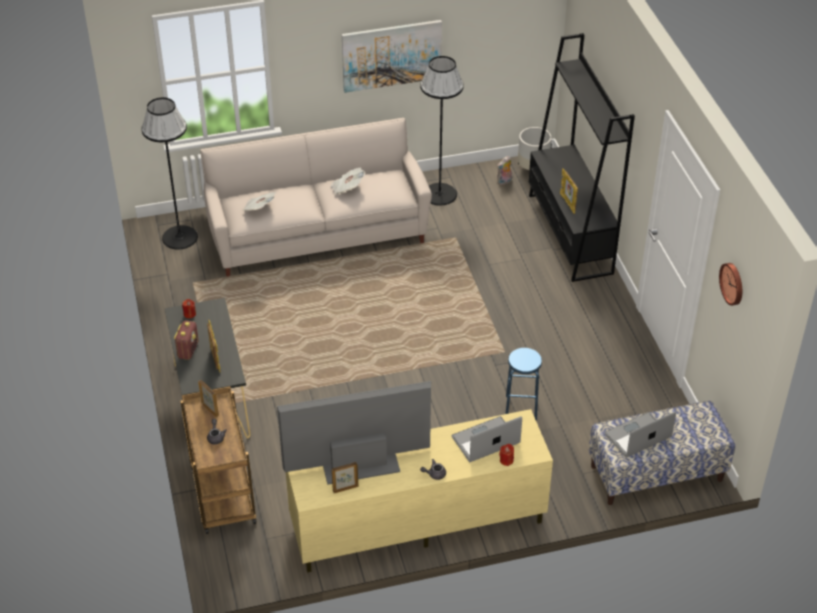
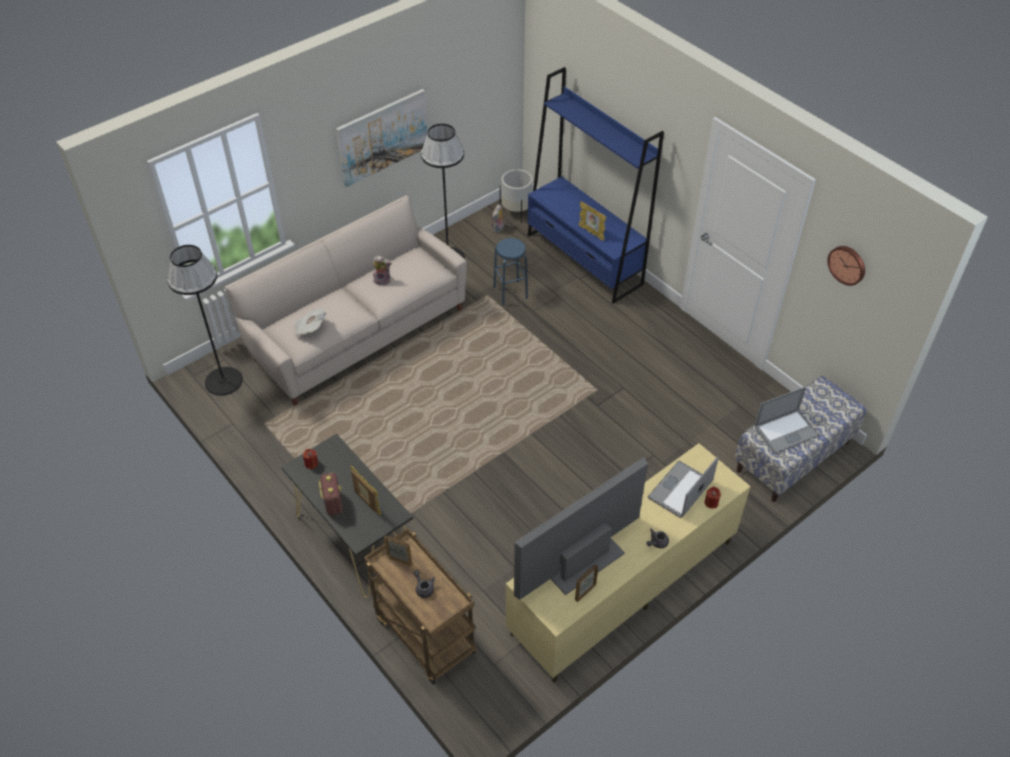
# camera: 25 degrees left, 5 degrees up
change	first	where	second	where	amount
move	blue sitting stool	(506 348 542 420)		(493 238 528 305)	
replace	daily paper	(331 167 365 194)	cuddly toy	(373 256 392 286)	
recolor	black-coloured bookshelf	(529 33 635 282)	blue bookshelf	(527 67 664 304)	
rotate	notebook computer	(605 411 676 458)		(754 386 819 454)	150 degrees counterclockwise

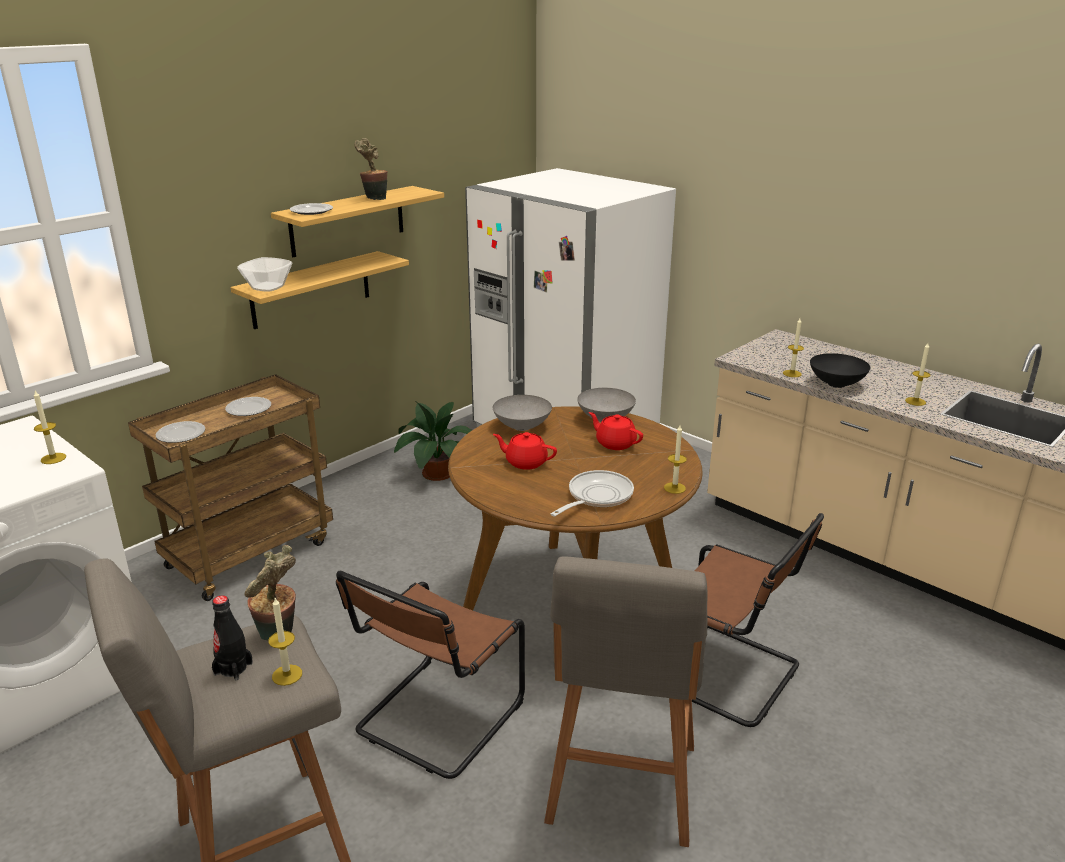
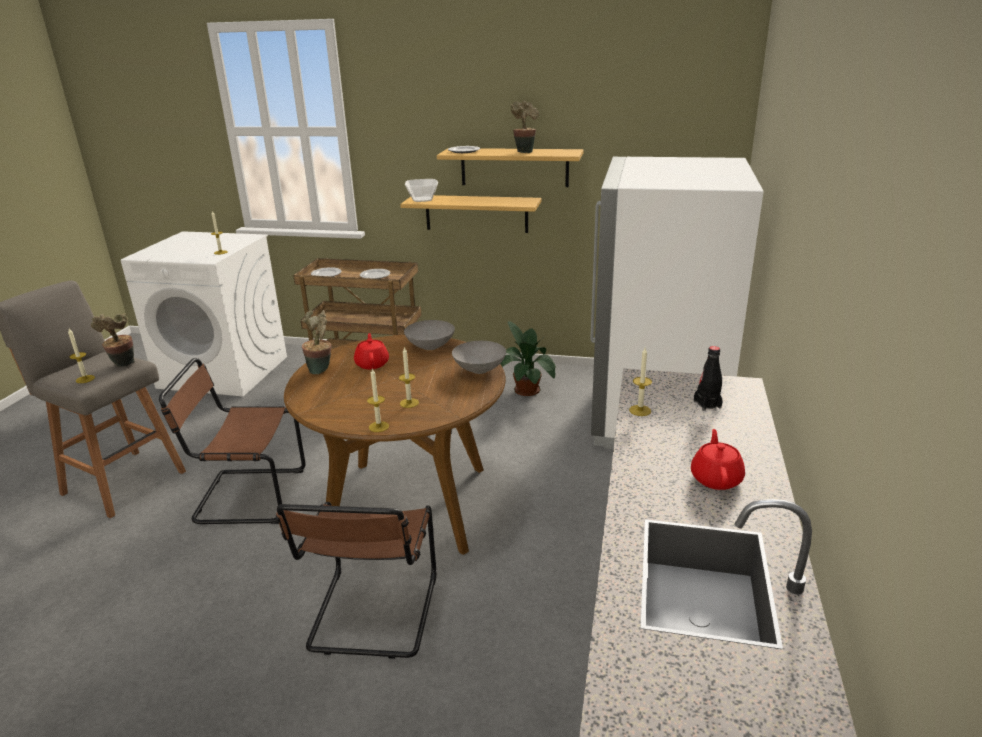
# camera: 60 degrees right, 0 degrees up
change	first	where	second	where	amount
delete	gray sitting stool	(544 556 708 847)			
delete	pan	(551 470 634 517)			
delete	black-coloured serving bowl	(810 353 870 388)			
insert			plant in a pot	(302 310 331 374)	
move	black-coloured beverage bottle	(212 595 253 681)		(694 346 723 411)	
move	reddish tea pot	(589 412 643 450)		(691 429 745 490)	
move	wax candle	(905 343 930 406)		(399 347 419 408)	

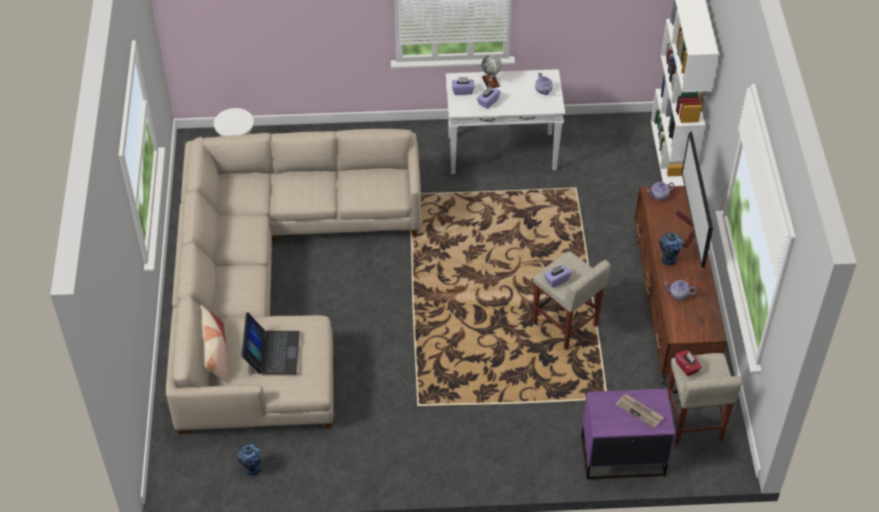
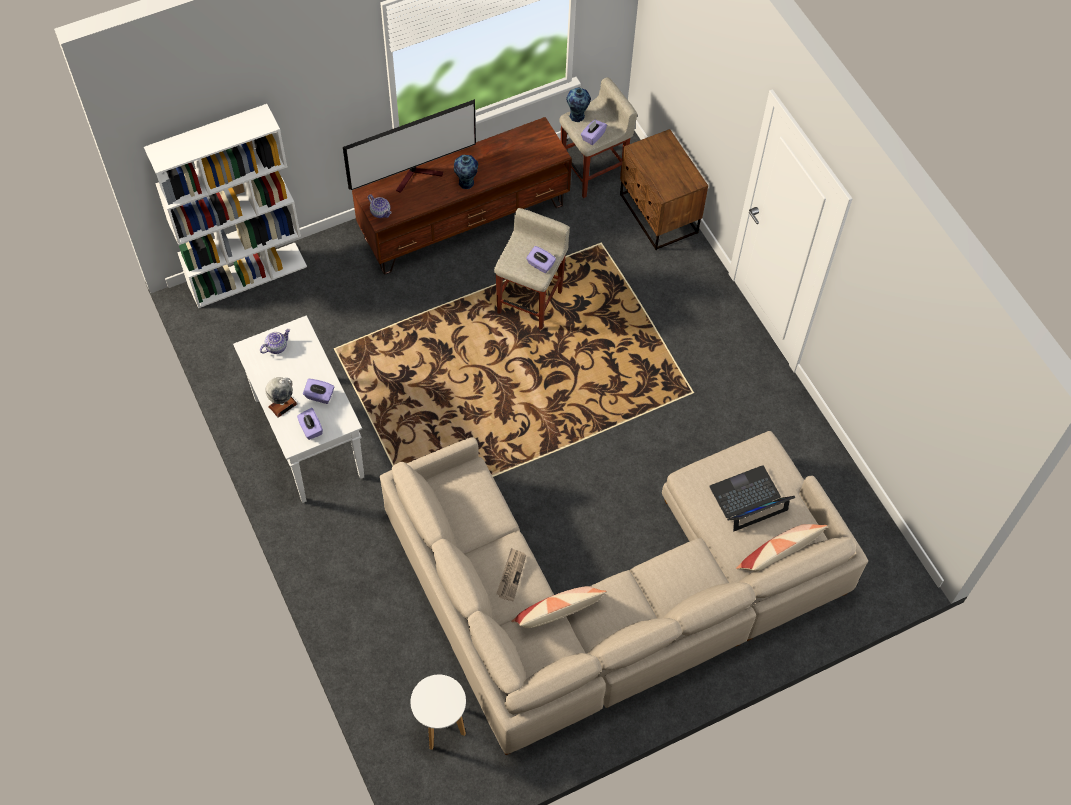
# camera: 115 degrees left, 10 degrees up
change	first	where	second	where	amount
delete	tea pot	(665 280 697 300)			
insert			throw pillow	(511 586 607 628)	
move	decorative vase	(237 444 261 476)		(566 87 591 122)	
move	daily paper	(615 394 664 428)		(496 548 526 601)	
recolor	purple-coloured night table	(581 389 675 480)	brown night table	(620 129 708 250)	
recolor	reddish tissue box	(675 350 702 377)	purple-coloured tissue box	(581 120 607 145)	

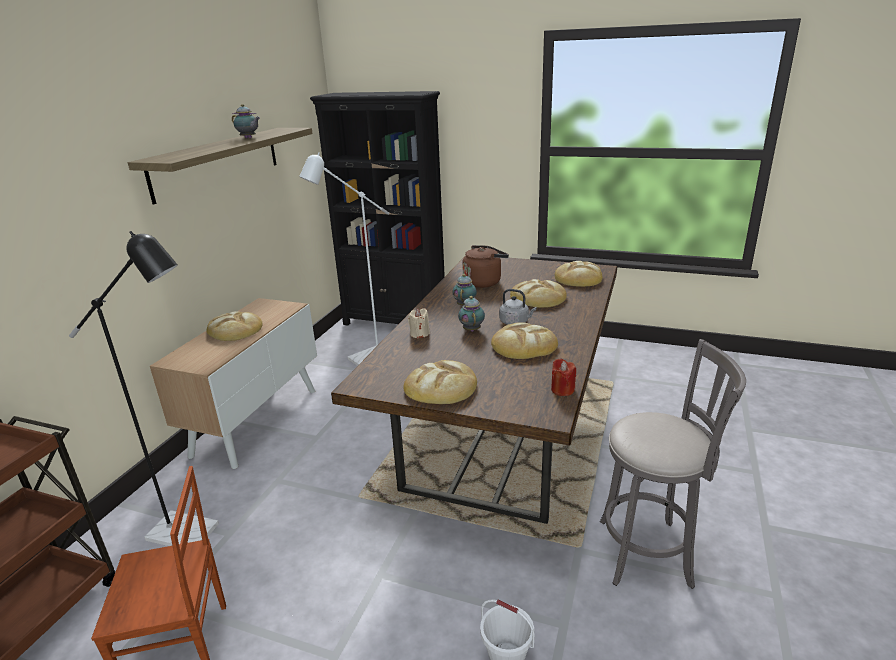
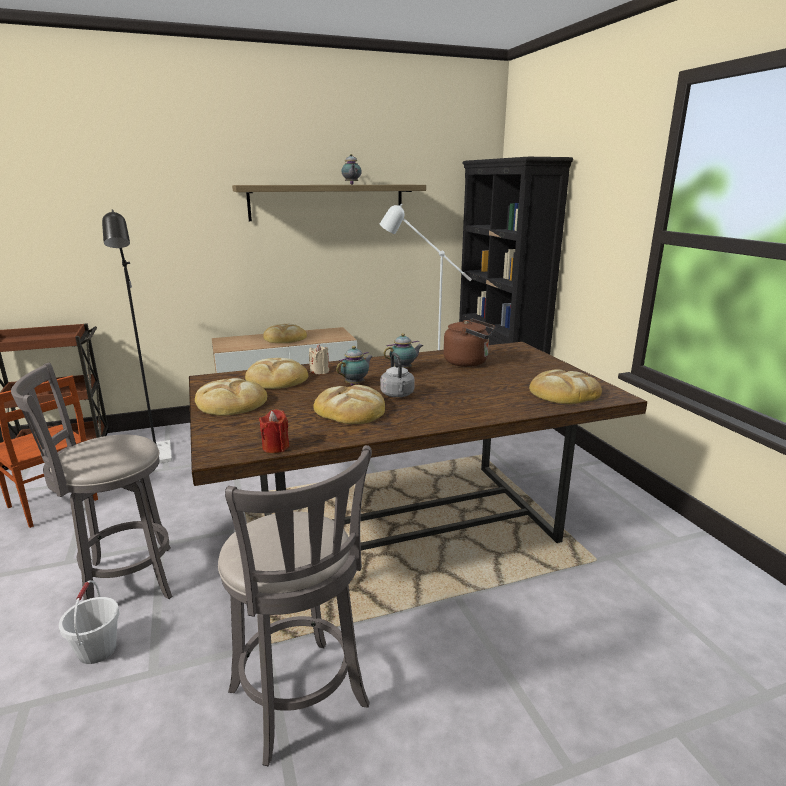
# camera: 50 degrees right, 5 degrees down
change	first	where	second	where	amount
insert			gray sitting stool	(11 363 172 600)	
move	baked bread	(510 279 567 308)		(245 358 308 389)	

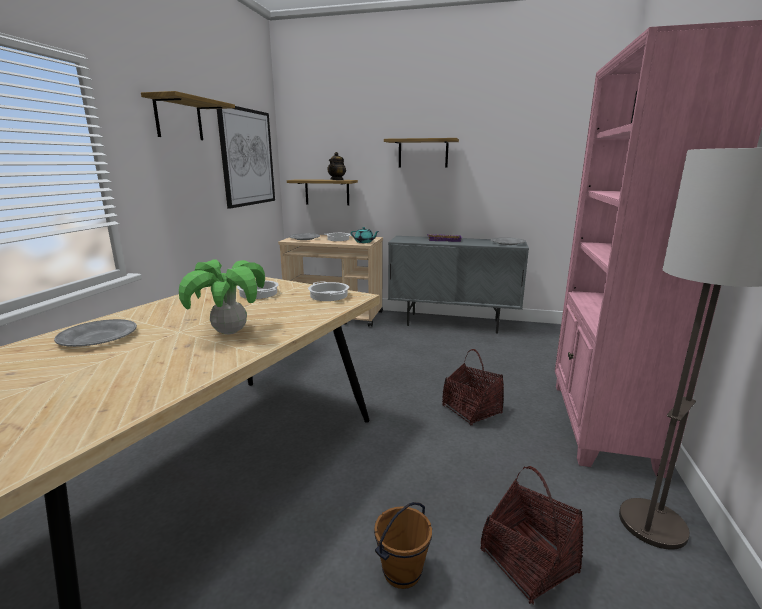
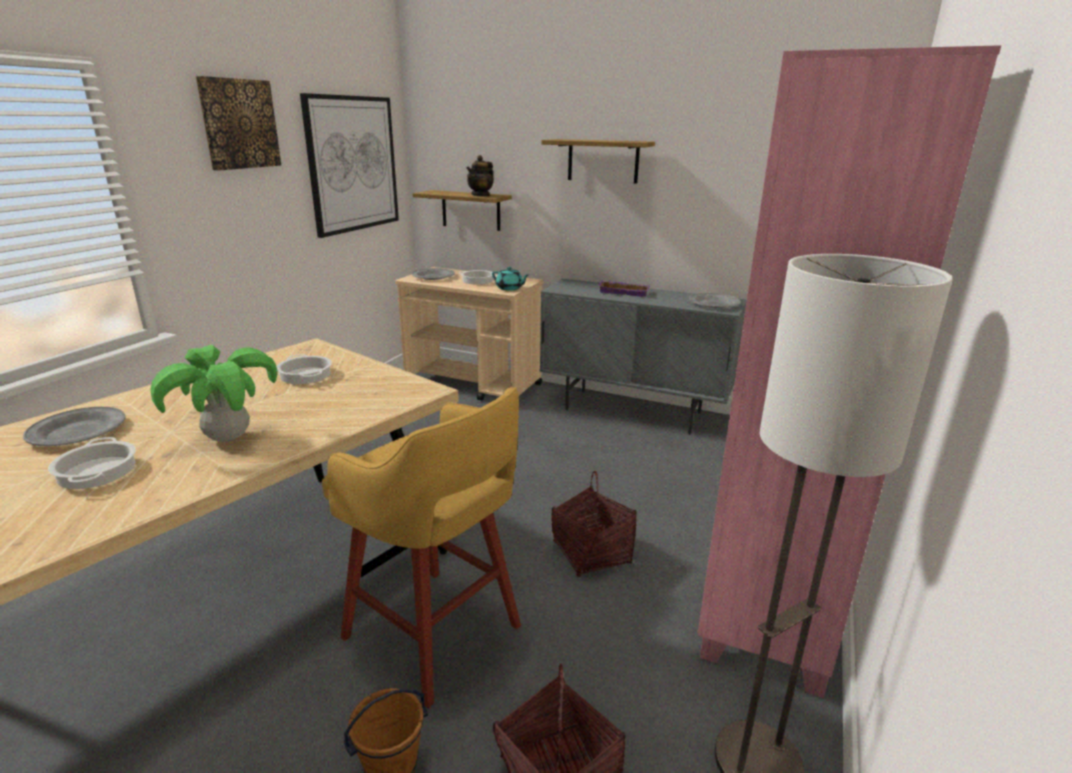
# camera: 10 degrees right, 5 degrees up
change	first	where	second	where	amount
insert			yellow-coloured sitting stool	(322 387 521 708)	
move	stockpot	(308 281 349 301)		(48 437 136 489)	
replace	wall shelf	(141 91 235 140)	wall art	(196 76 281 171)	

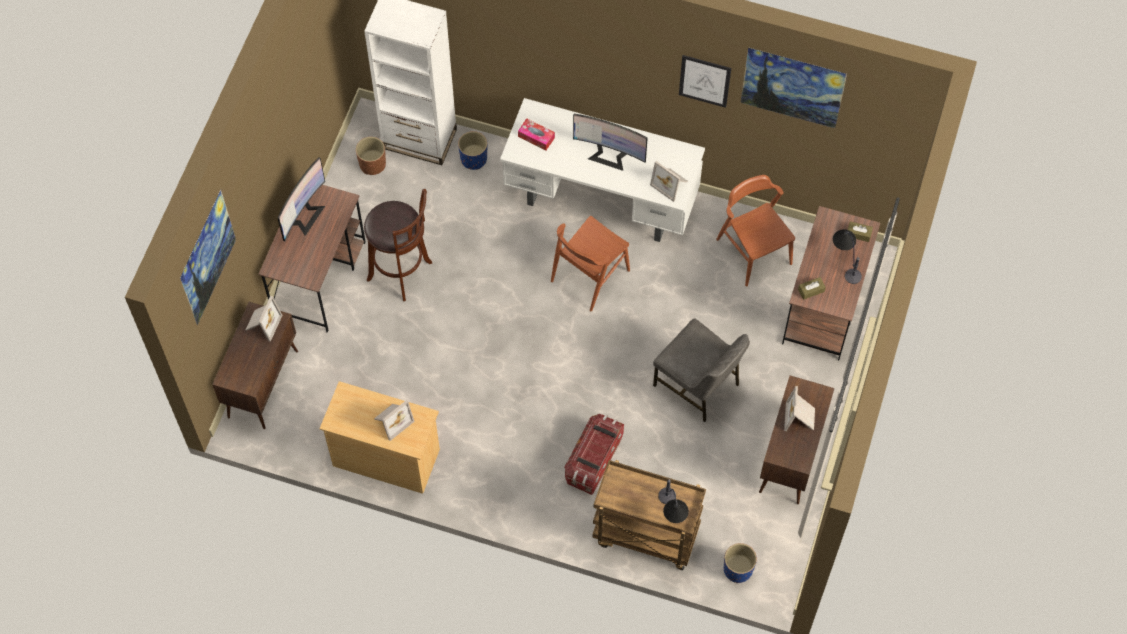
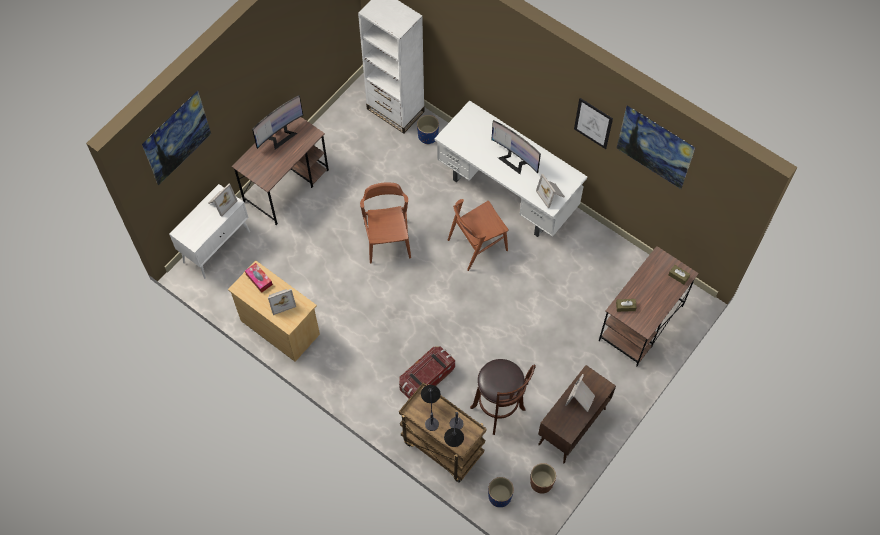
# camera: 20 degrees right, 0 degrees up
change	first	where	second	where	amount
delete	gray chair	(653 318 750 422)			
move	brown flower pot	(356 137 386 175)		(530 463 556 494)	
move	brown sitting stool	(364 189 432 301)		(470 359 536 435)	
move	tissue box	(518 118 555 150)		(245 263 273 293)	
move	brown chair	(716 175 795 286)		(360 183 411 263)	
move	table lamp	(833 229 862 284)		(421 385 440 431)	
recolor	brown cabinet	(212 302 298 429)	whitish cabinet	(169 184 250 279)	

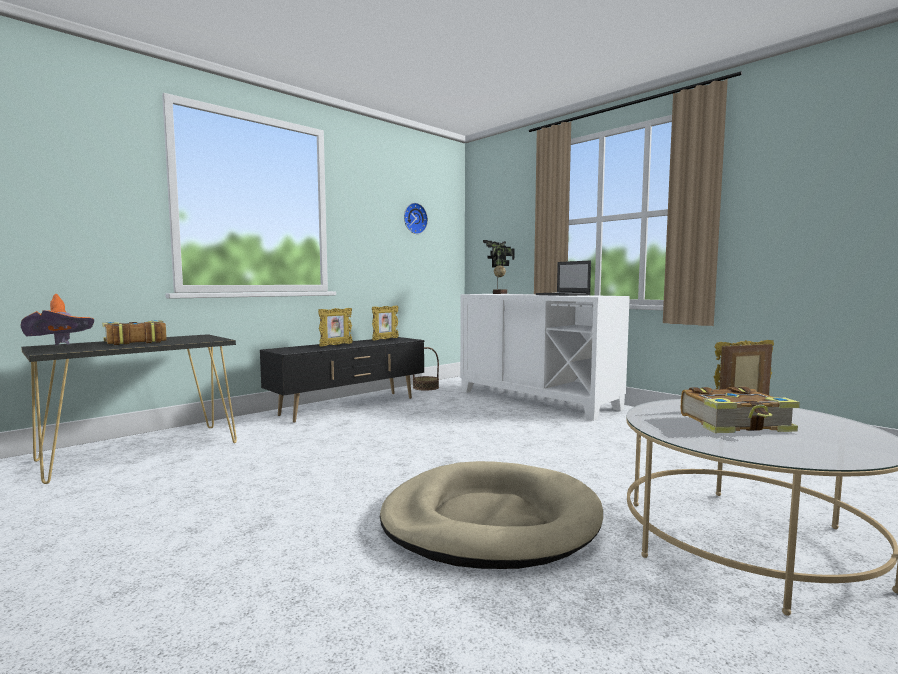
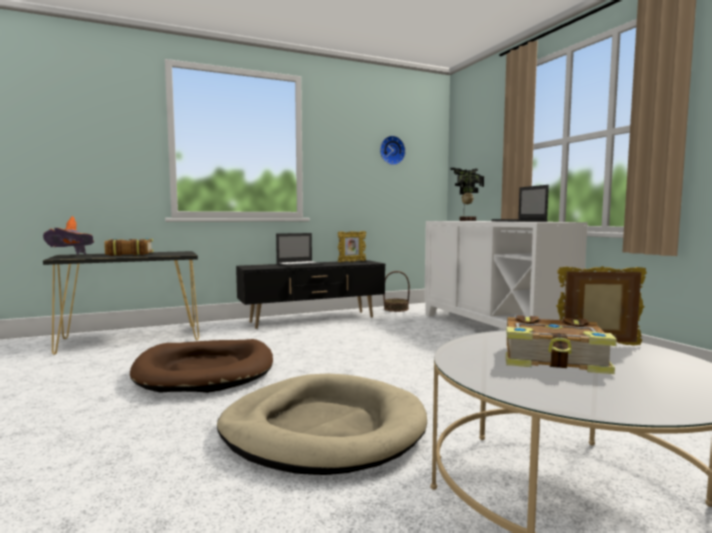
# camera: 20 degrees right, 0 degrees up
change	first	where	second	where	amount
insert			brown dog cushion	(130 339 273 393)	
replace	picture frame	(318 308 353 347)	notebook computer	(276 233 324 267)	

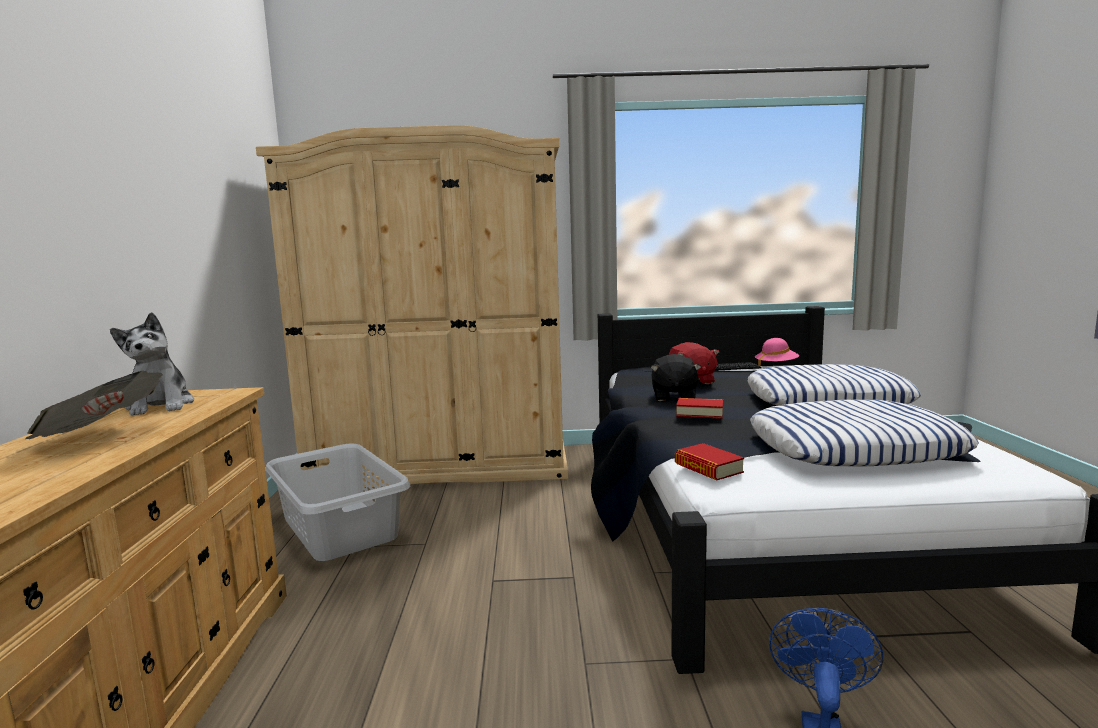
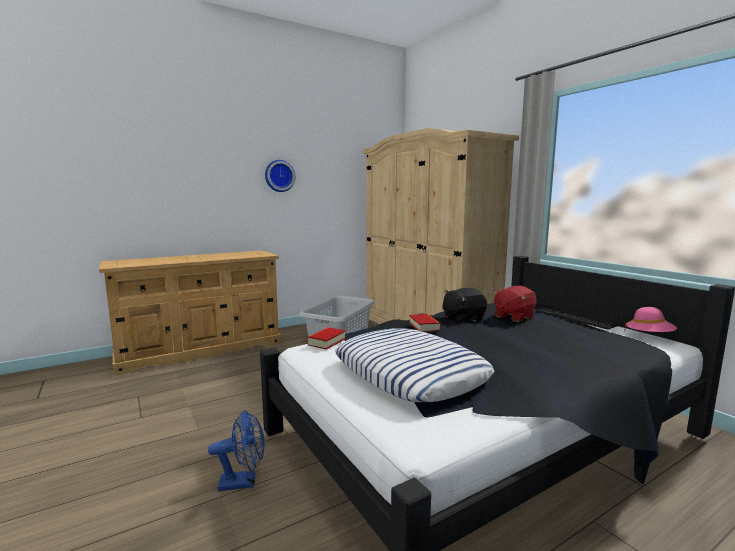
# camera: 60 degrees right, 0 degrees up
change	first	where	second	where	amount
delete	daily paper	(25 371 163 439)			
delete	cuddly toy	(110 312 194 416)			
delete	throw pillow	(748 364 921 405)			
insert			wall clock	(265 160 295 192)	

